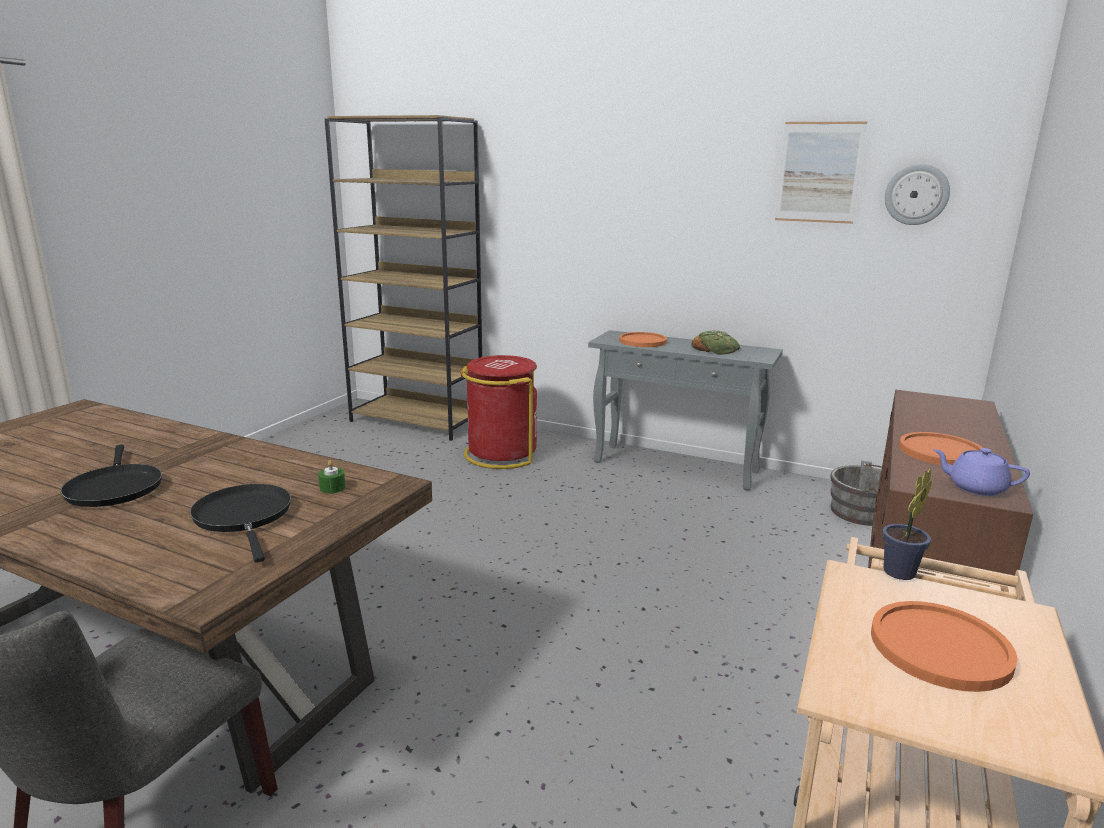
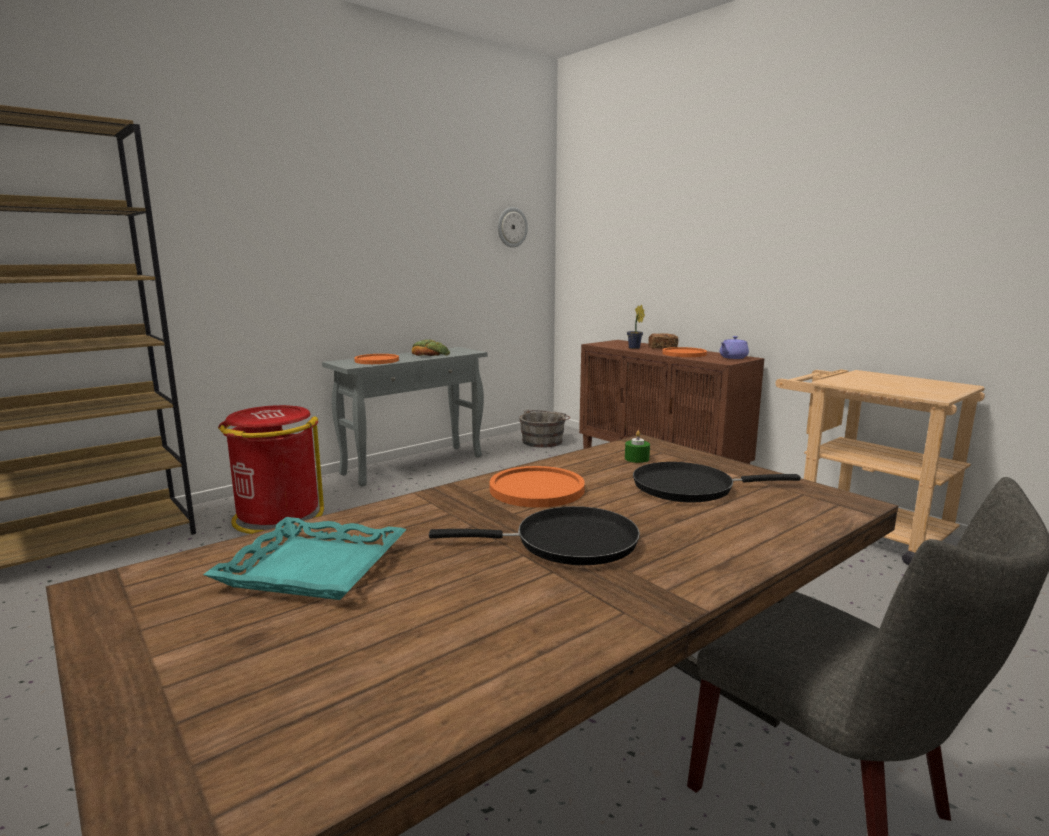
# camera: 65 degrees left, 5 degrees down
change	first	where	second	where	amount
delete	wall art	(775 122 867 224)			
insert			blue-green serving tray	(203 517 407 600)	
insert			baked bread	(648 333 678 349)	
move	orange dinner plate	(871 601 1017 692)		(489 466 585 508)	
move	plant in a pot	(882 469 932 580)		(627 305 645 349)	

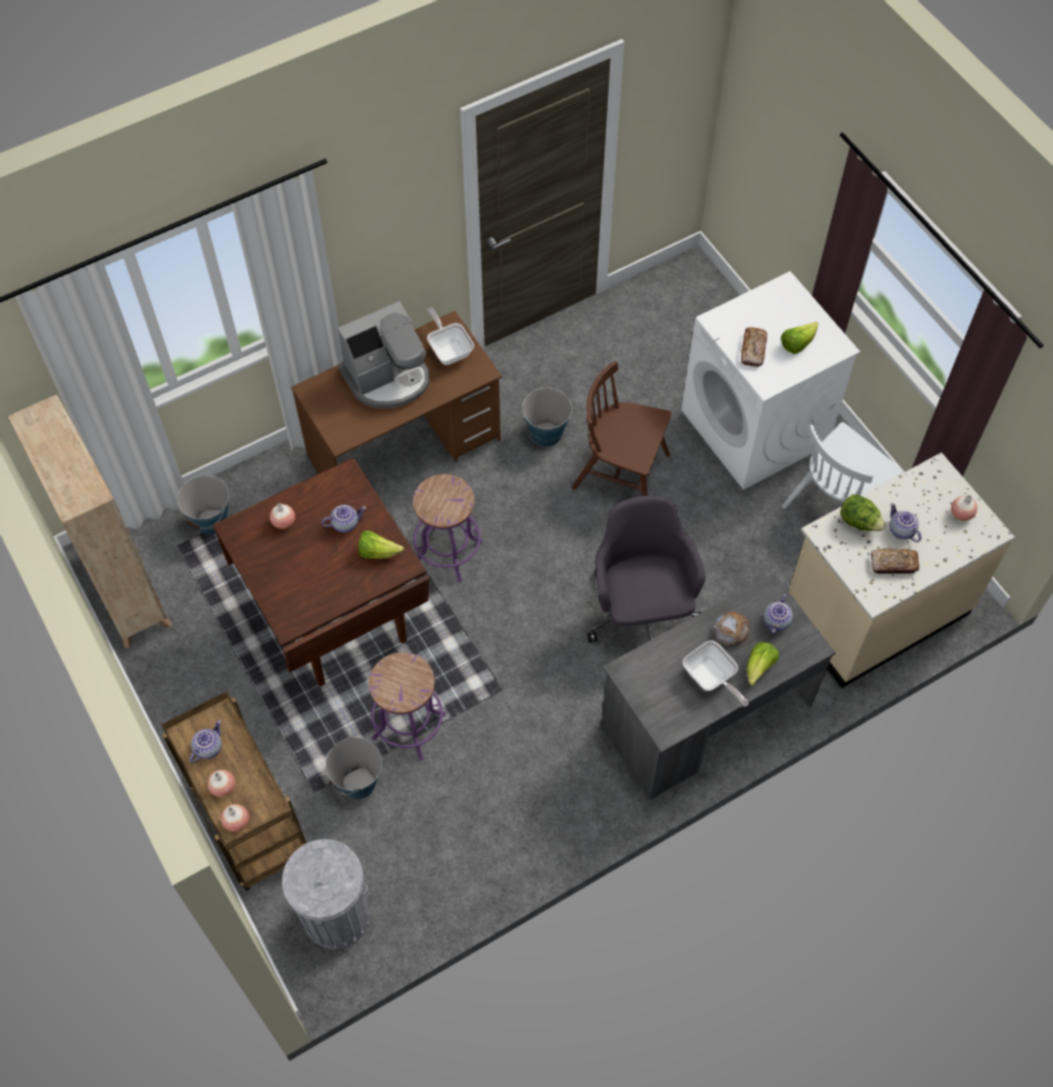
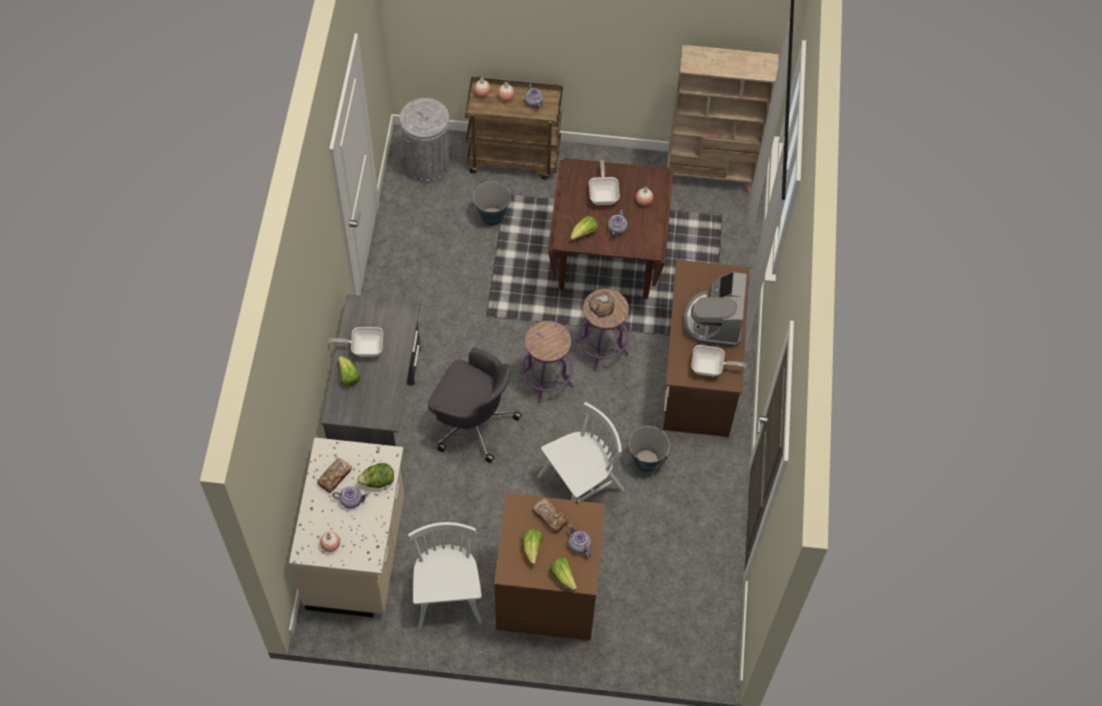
# camera: 125 degrees right, 0 degrees up
change	first	where	second	where	amount
delete	pail	(177 475 229 535)			
insert			head of lettuce	(549 557 578 591)	
insert			pan	(589 160 620 205)	
move	purple-coloured sitting stool	(369 652 446 761)		(520 321 574 403)	
move	baked bread	(713 612 749 647)		(589 292 615 317)	
move	tea pot	(764 594 793 633)		(569 524 591 557)	
recolor	brown chair	(572 361 672 496)	whitish chair	(537 402 624 501)	
recolor	whitish washing machine	(681 271 860 490)	brown washing machine	(494 493 605 640)	

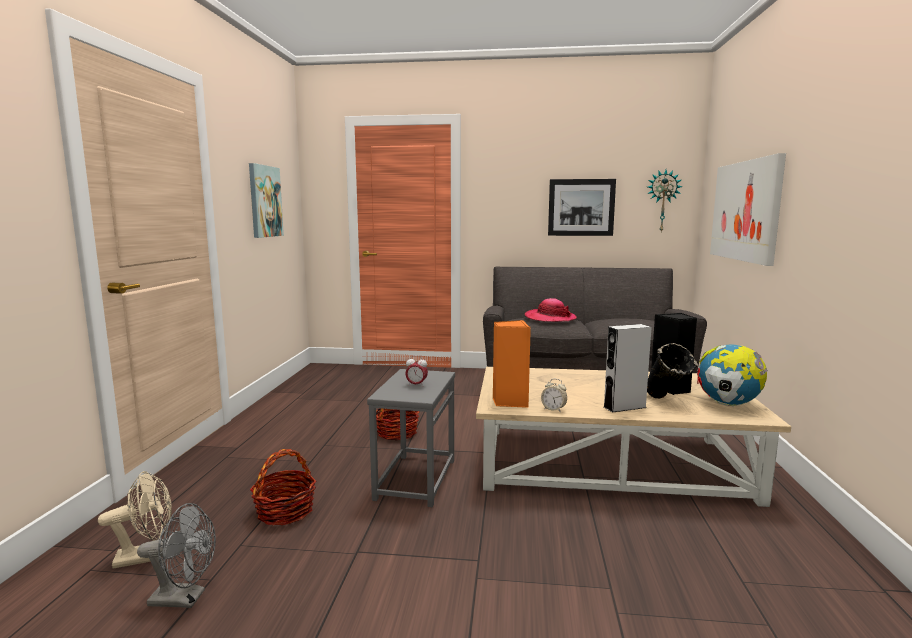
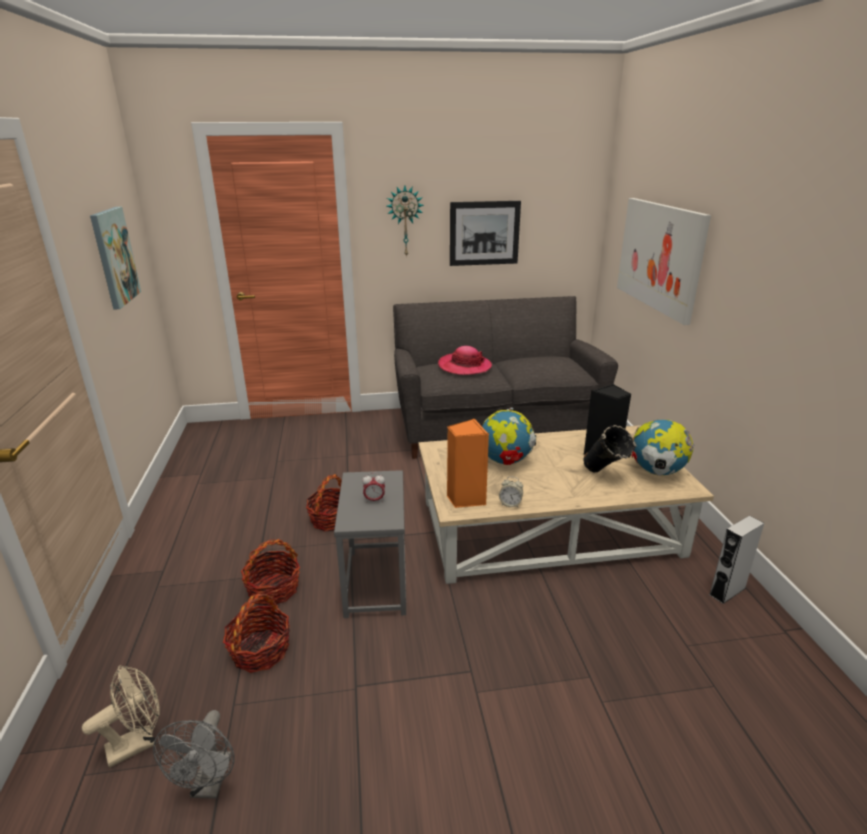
# camera: 15 degrees left, 15 degrees up
change	first	where	second	where	amount
insert			basket	(241 539 300 606)	
insert			globe	(482 408 536 465)	
move	gray speaker	(604 324 652 413)		(709 516 764 604)	
move	wall clock	(648 170 682 232)		(387 186 424 257)	
rotate	gray fan	(137 503 216 608)		(153 710 234 799)	105 degrees clockwise

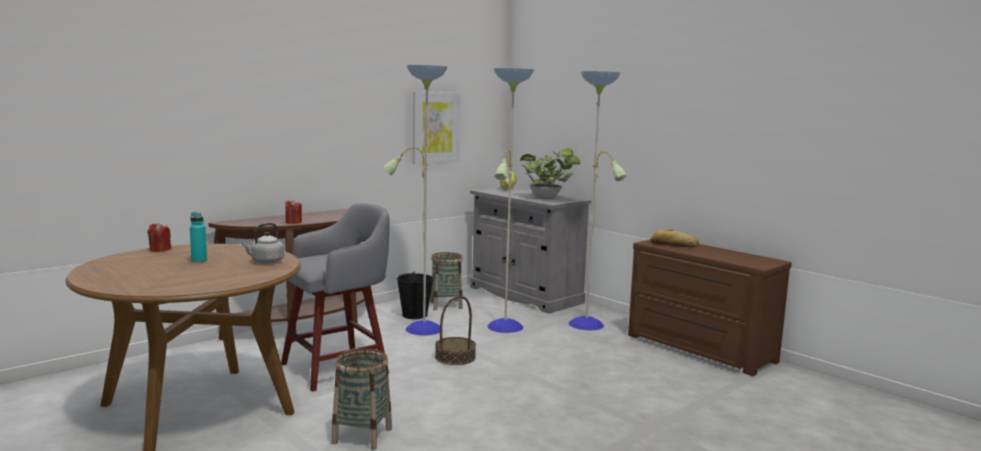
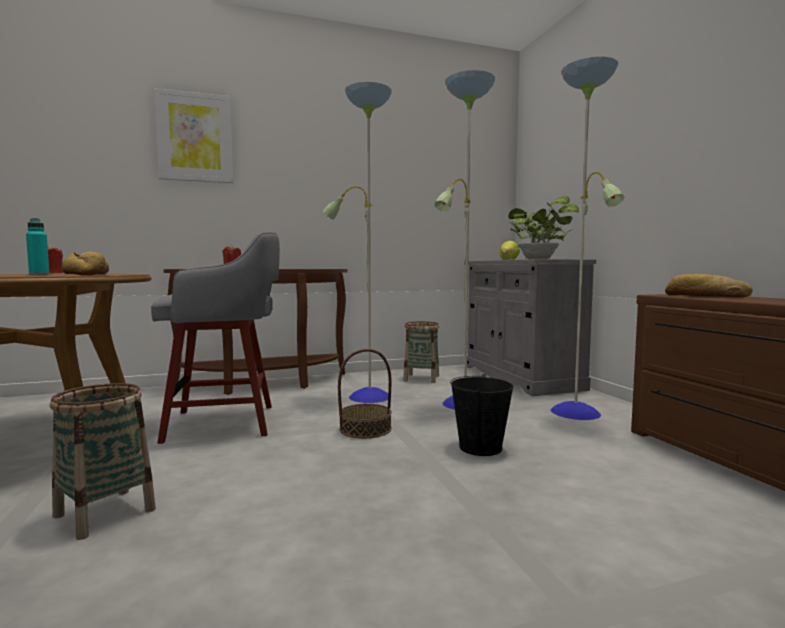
# camera: 25 degrees right, 5 degrees down
change	first	where	second	where	amount
move	black-coloured pail	(397 272 433 319)		(450 374 514 456)	
move	wall art	(413 91 460 164)		(154 88 233 183)	
replace	gray tea kettle	(242 223 284 264)	baked bread	(62 252 109 276)	

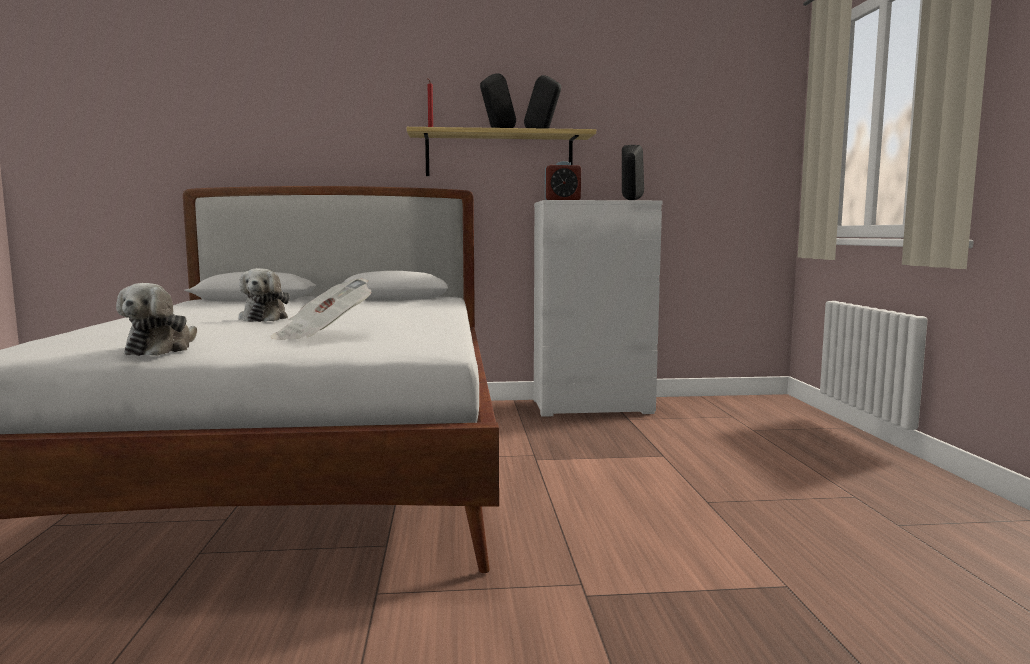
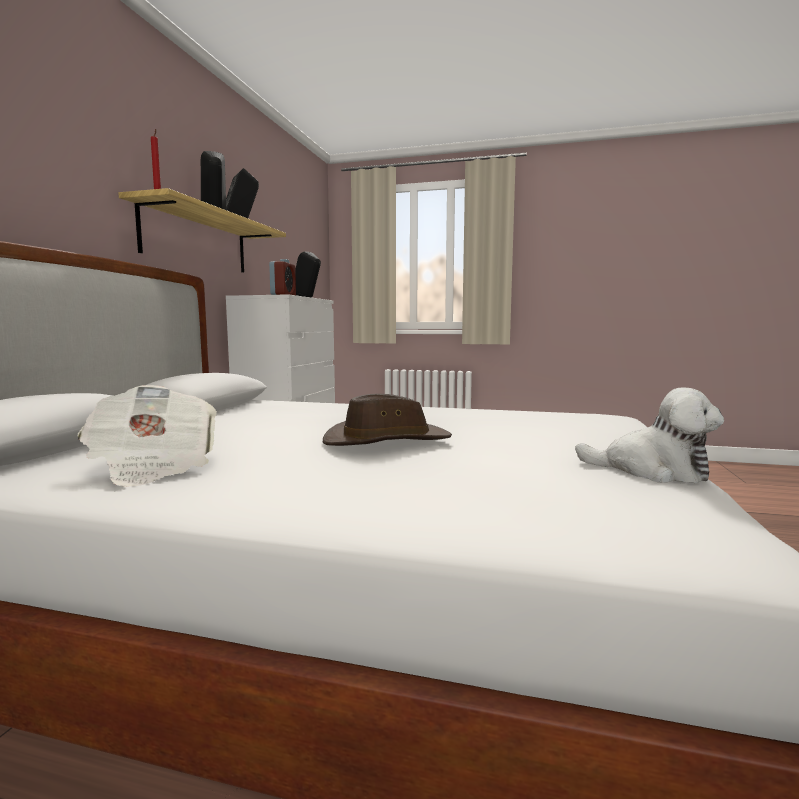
# camera: 70 degrees left, 0 degrees up
change	first	where	second	where	amount
move	daily paper	(271 279 372 340)		(77 385 217 487)	
replace	cuddly toy	(239 268 290 322)	brown wearable hat	(323 394 452 446)	

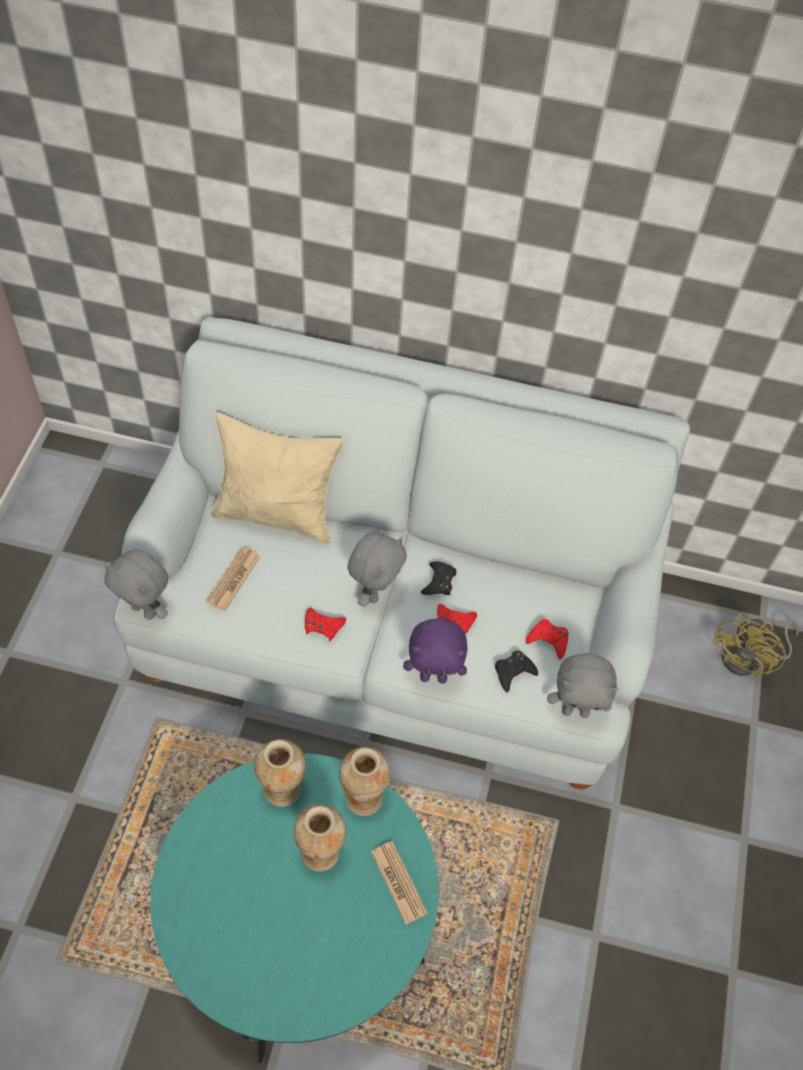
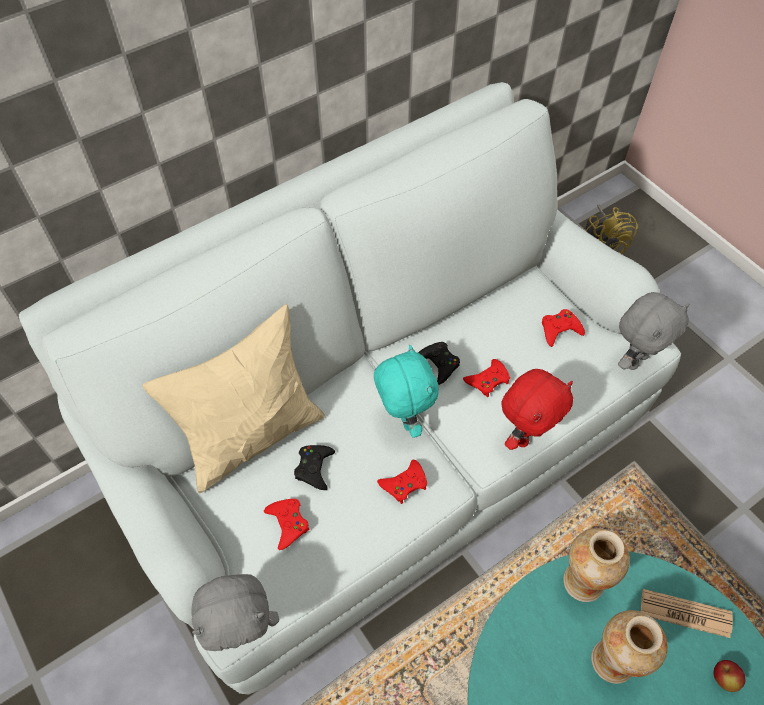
# camera: 45 degrees left, 0 degrees up
change	first	where	second	where	amount
delete	decorative vase	(254 739 306 807)			
insert			apple fruit	(714 660 745 692)	
move	black-coloured gamepad	(495 651 538 692)		(294 445 335 490)	
replace	daily paper	(206 547 261 611)	reddish gamepad	(264 499 309 550)	
recolor	gray cuddly toy	(347 532 407 607)	blue-green cuddly toy	(374 345 439 438)	
recolor	purple-coloured cuddly toy	(403 618 468 684)	reddish cuddly toy	(501 369 573 450)	

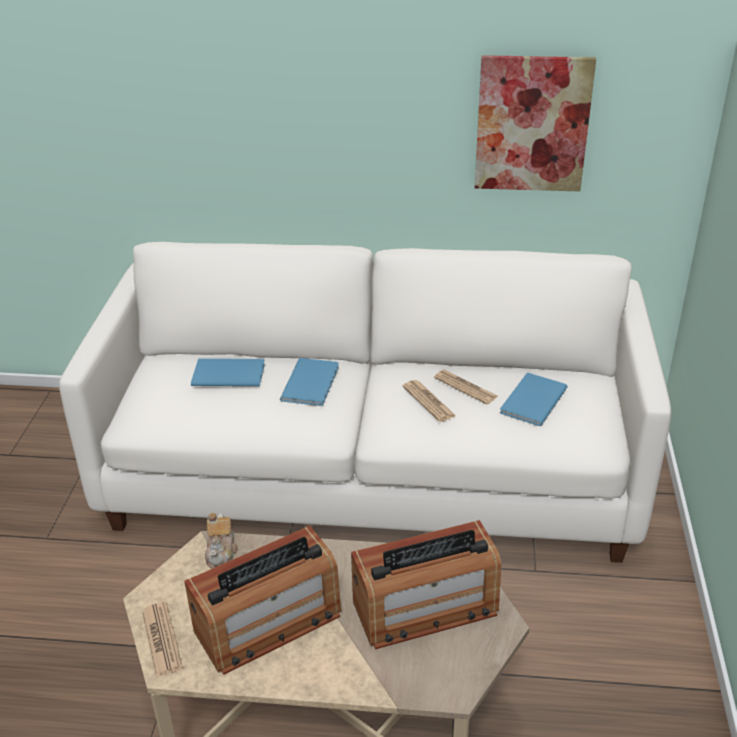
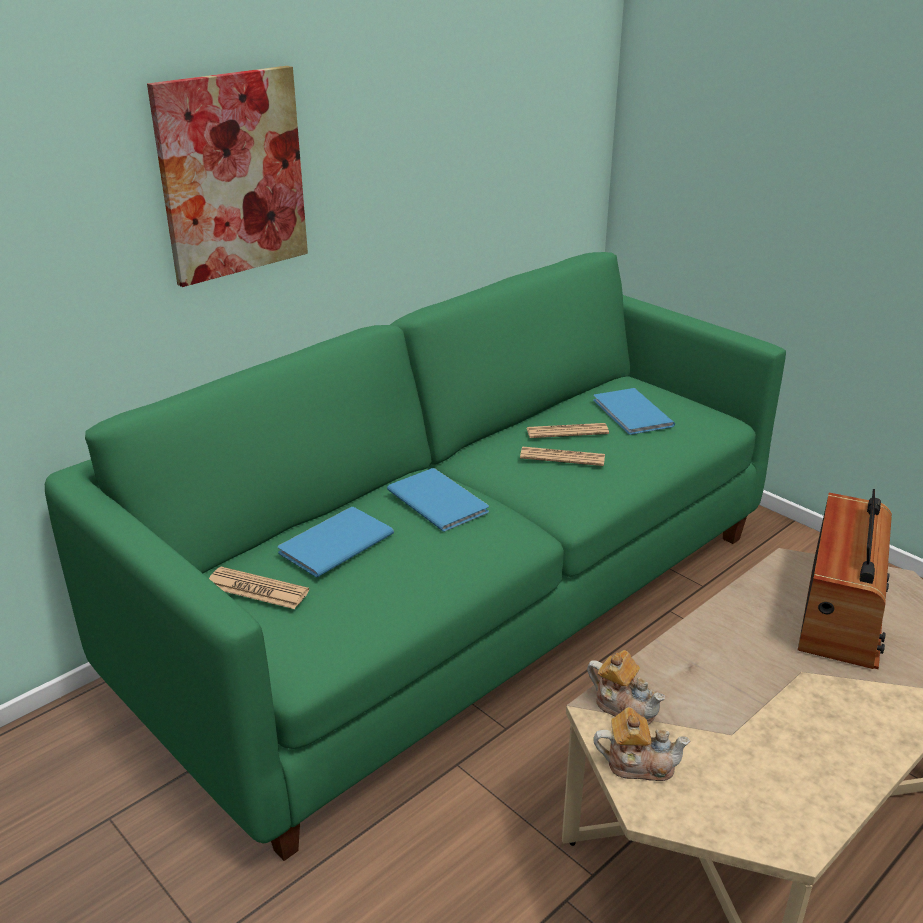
# camera: 50 degrees left, 5 degrees down
change	first	where	second	where	amount
delete	radio	(185 526 341 675)			
insert			tea pot	(593 707 690 781)	
move	daily paper	(142 602 183 677)		(209 567 309 609)	
move	wall art	(475 55 596 192)		(147 66 308 287)	
recolor	whitish sofa	(59 242 671 563)	green sofa	(45 252 786 861)	

